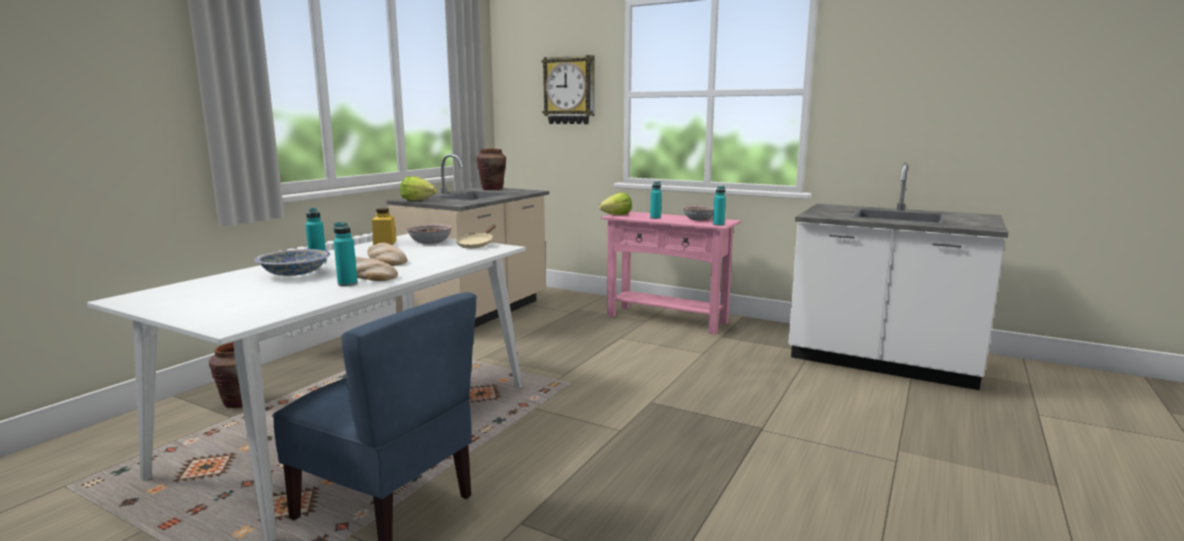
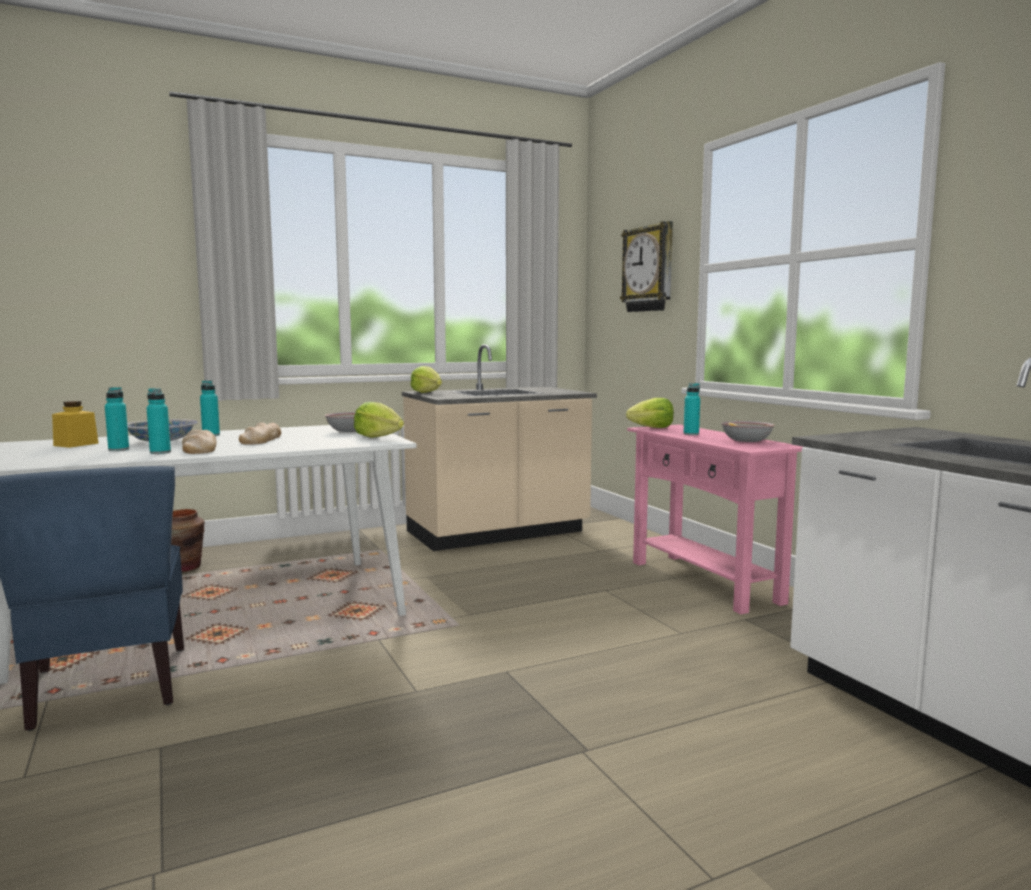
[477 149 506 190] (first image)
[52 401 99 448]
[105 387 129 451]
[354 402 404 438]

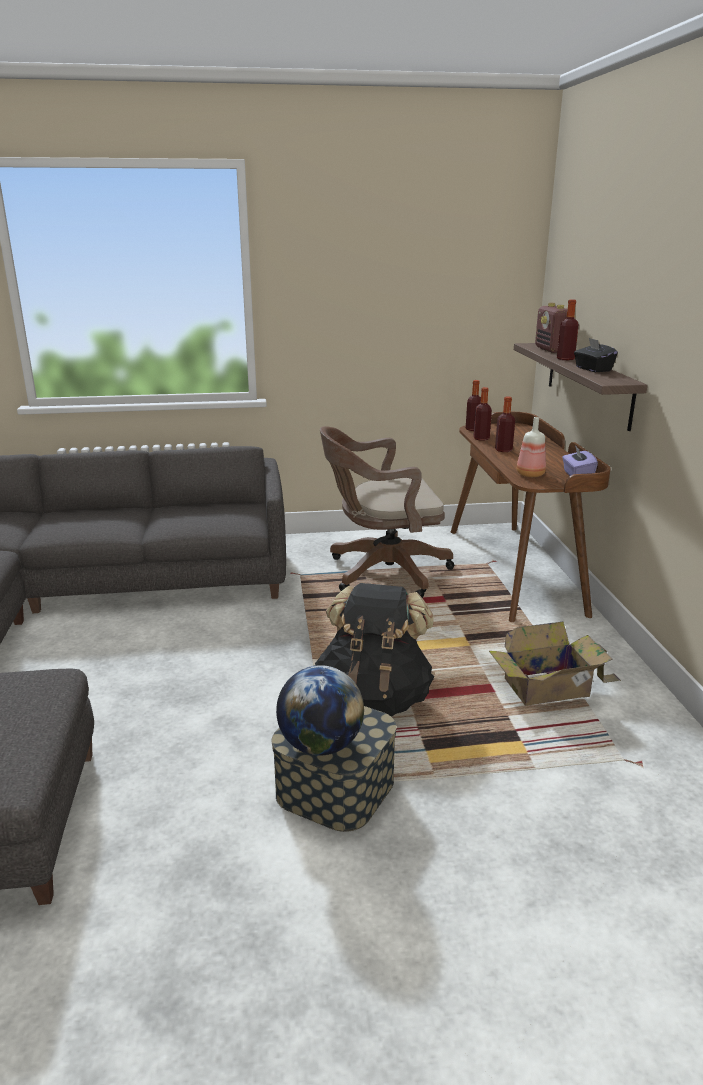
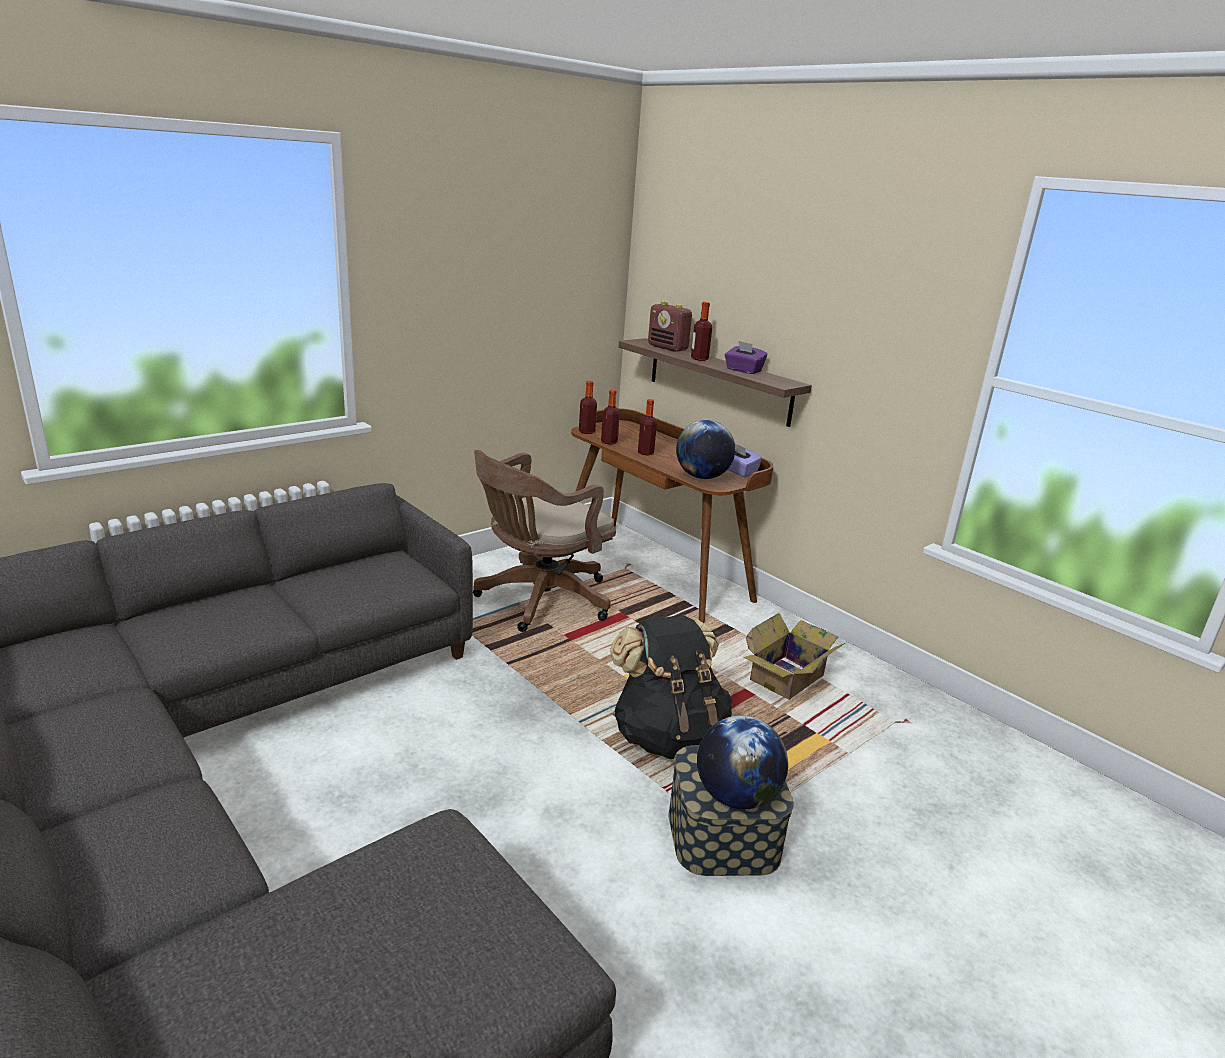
[676 420 735 479]
[725 341 767 374]

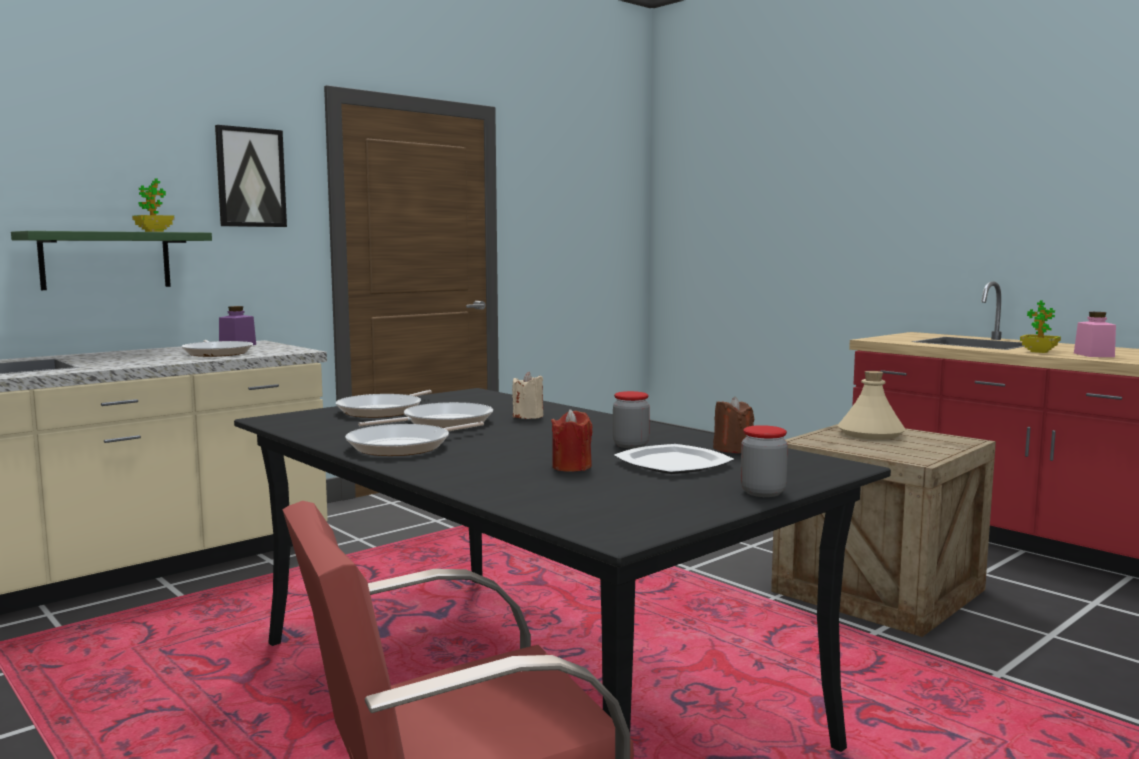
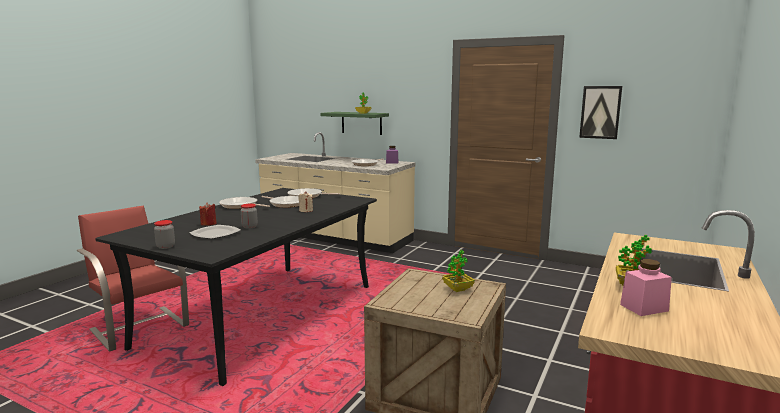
[713 397 754 453] (first image)
[579 86 622 139]
[442 250 475 292]

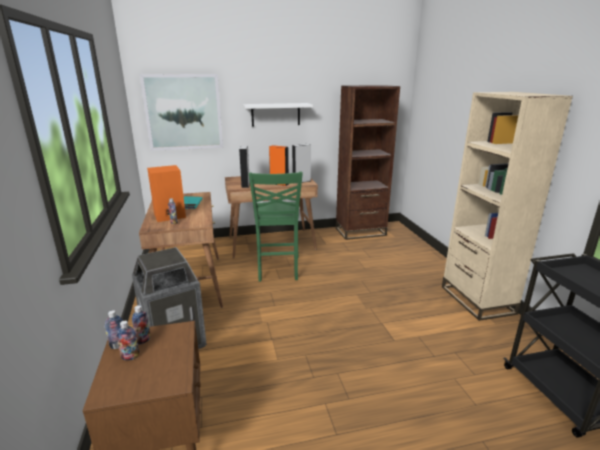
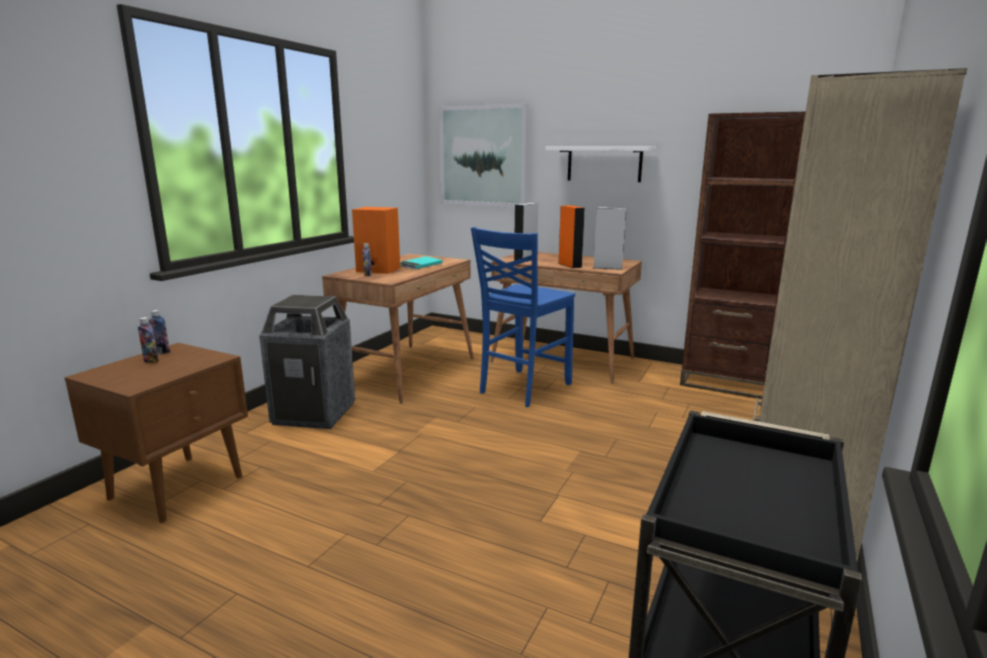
[132 305 151 345] (first image)
[471 227 575 407]

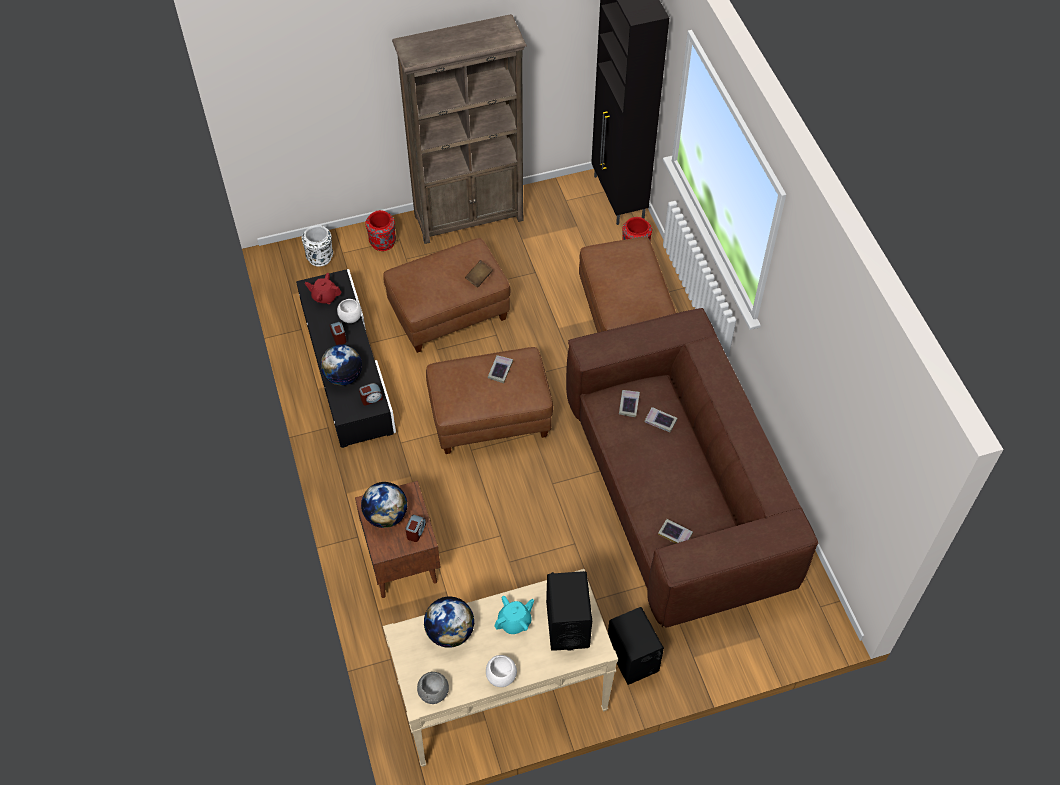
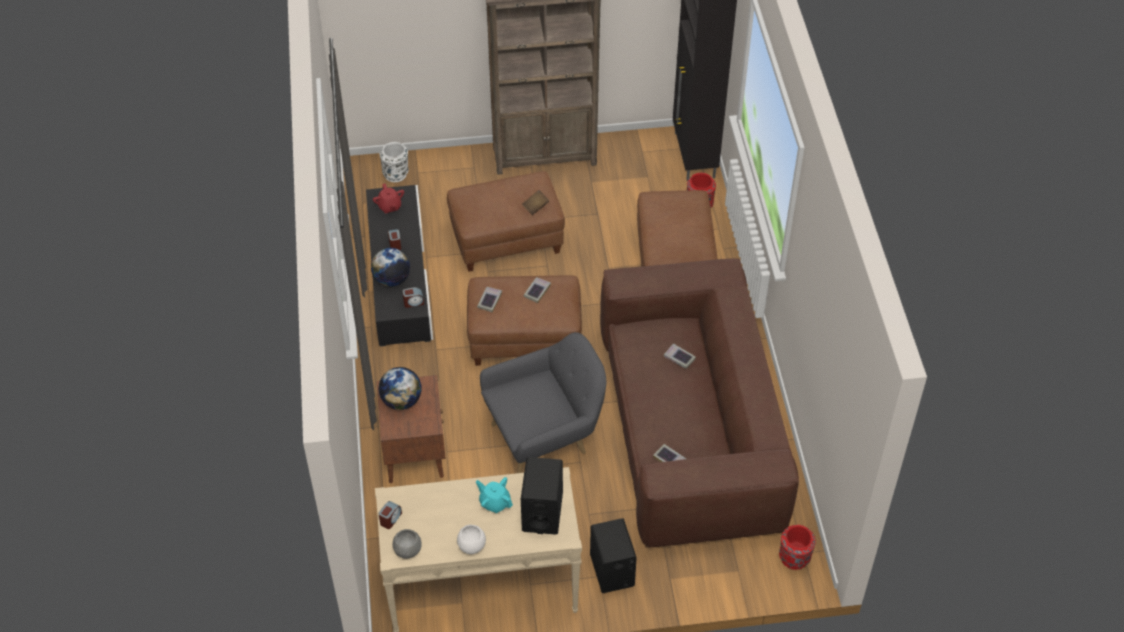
[337 299 362 323] (first image)
[424 597 474 648] (first image)
[480 332 606 473]
[779 525 816 570]
[379 501 402 529]
[477 287 502 313]
[373 183 404 213]
[476 477 513 513]

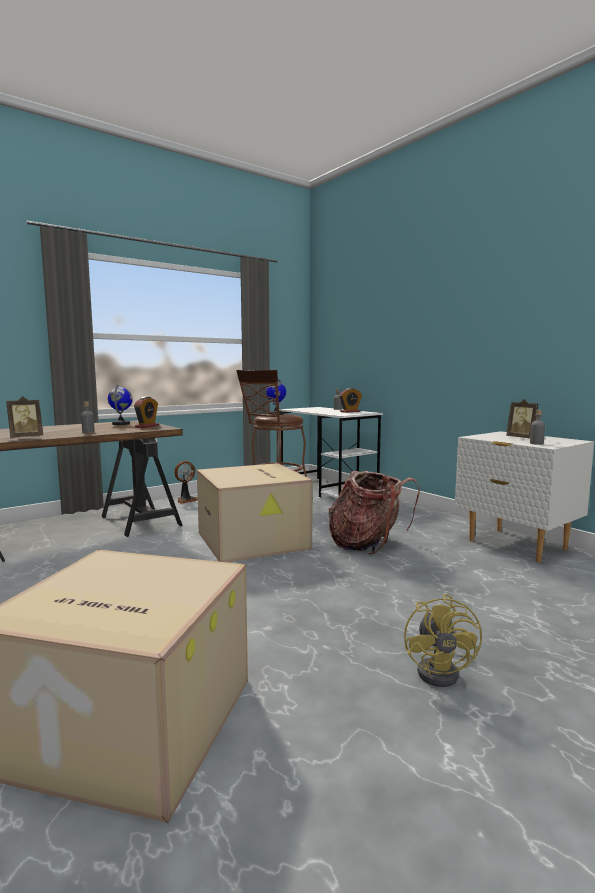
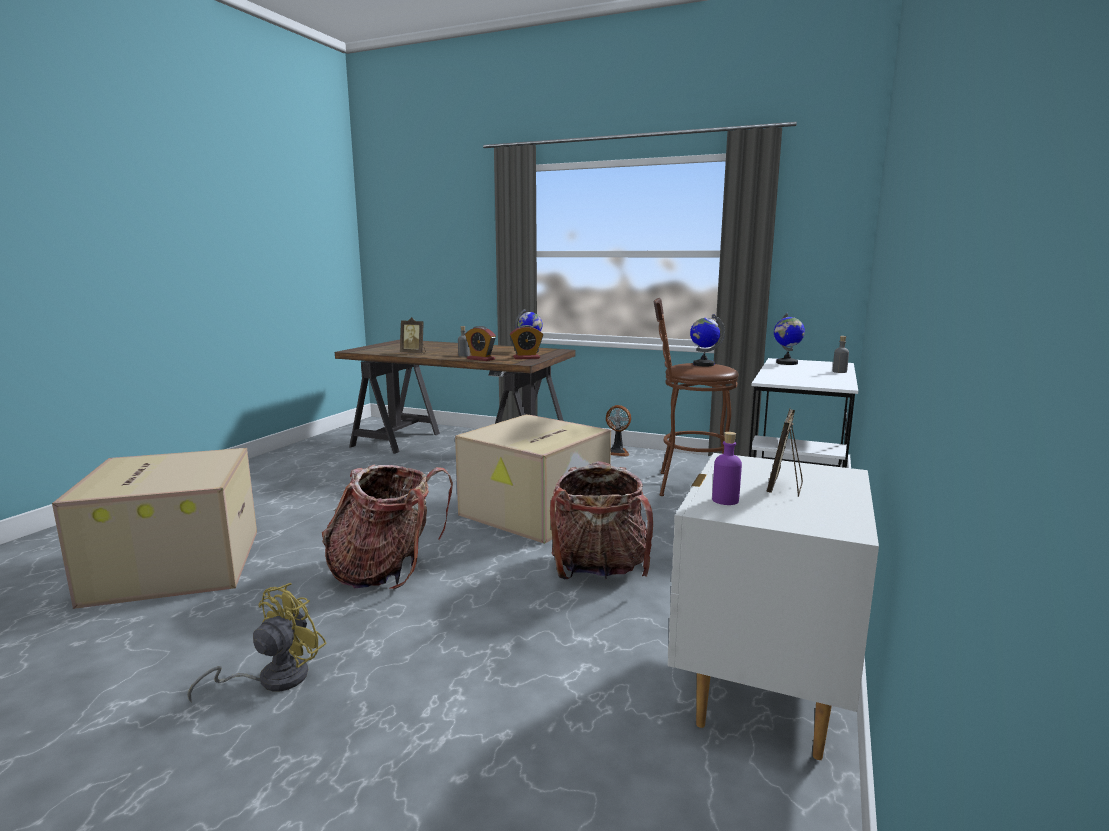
[322 464 453 590]
[774 313 805 365]
[465 326 496 361]
[712 432 742 505]
[187 583 327 703]

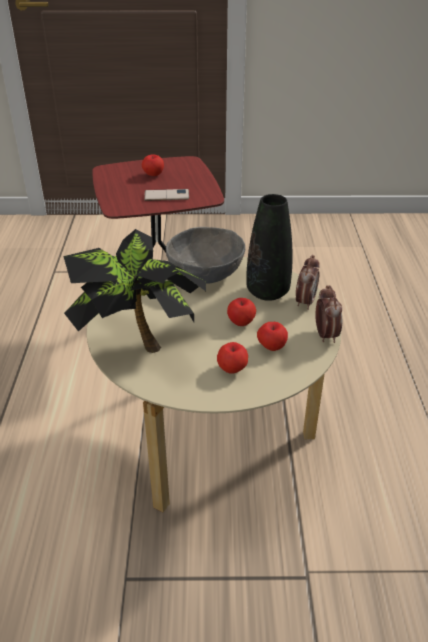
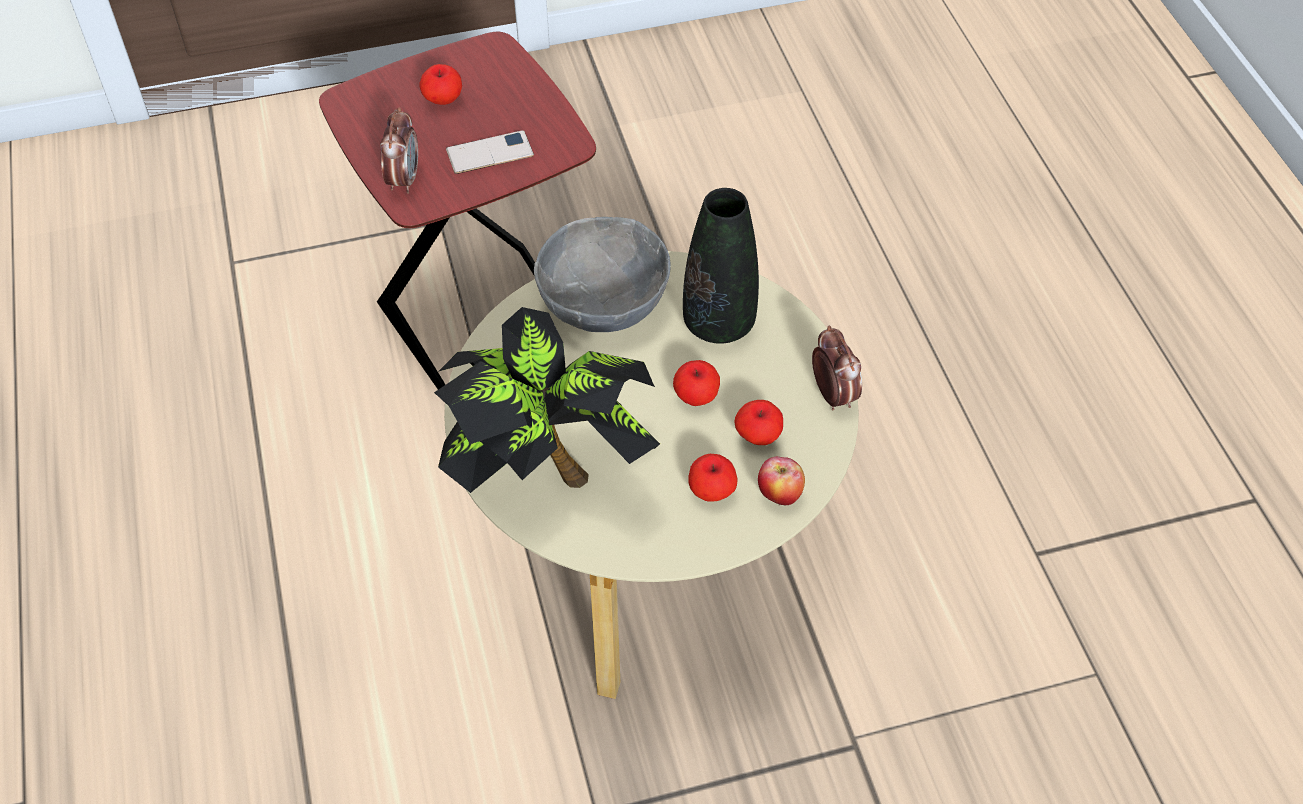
[758 457 805 505]
[380 107 418 194]

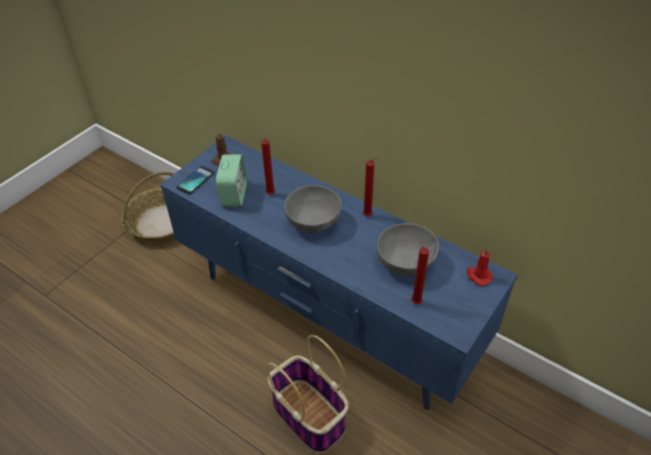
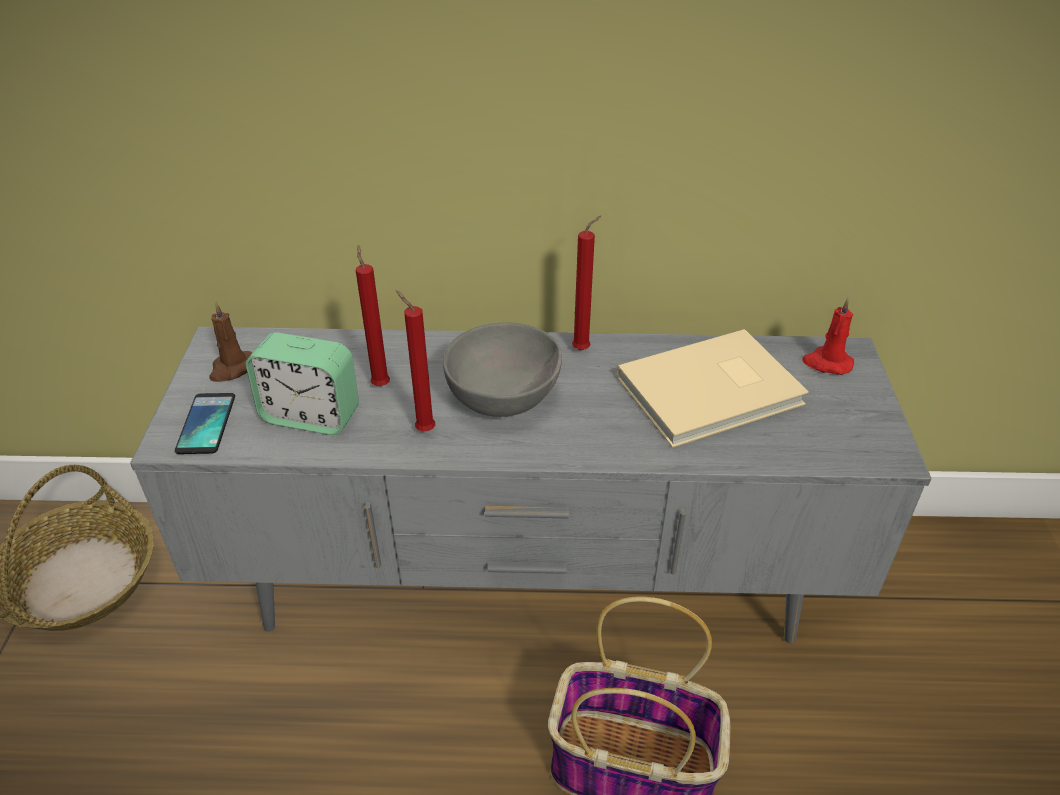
[396 290 435 432]
[617 329 809 448]
[130 327 932 643]
[246 332 359 435]

